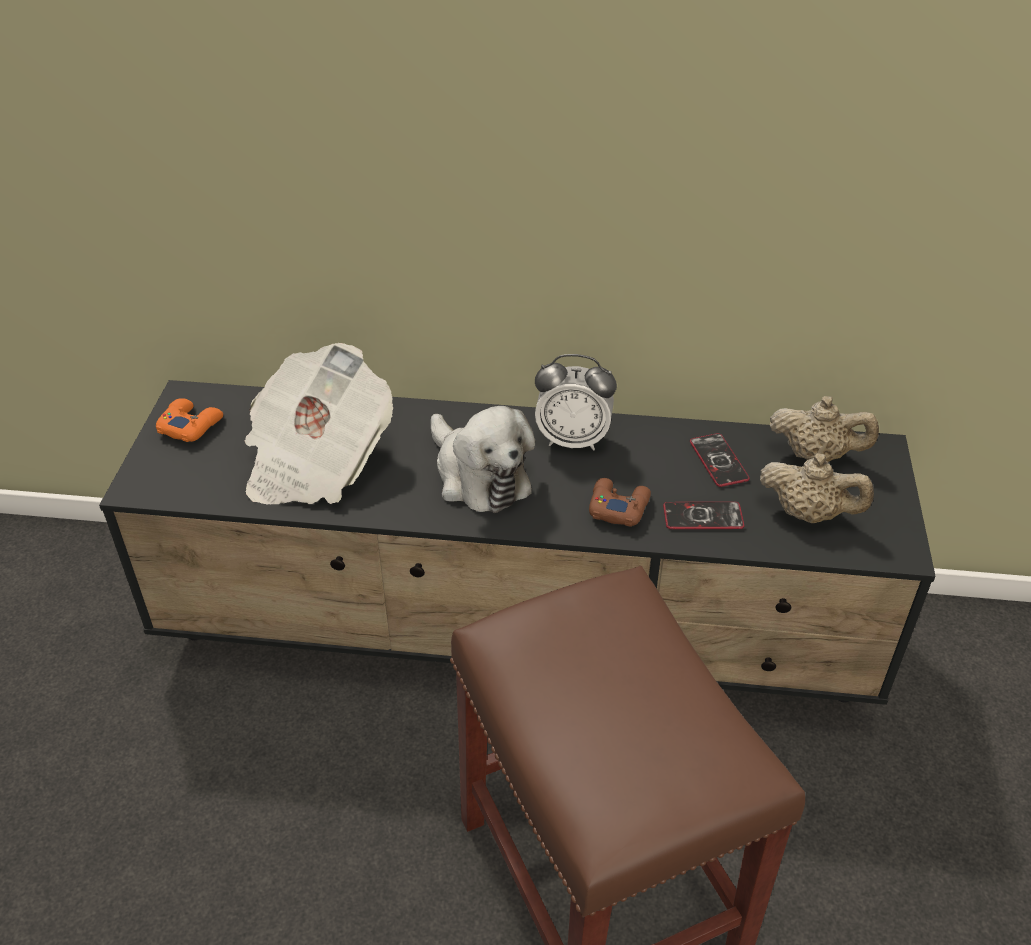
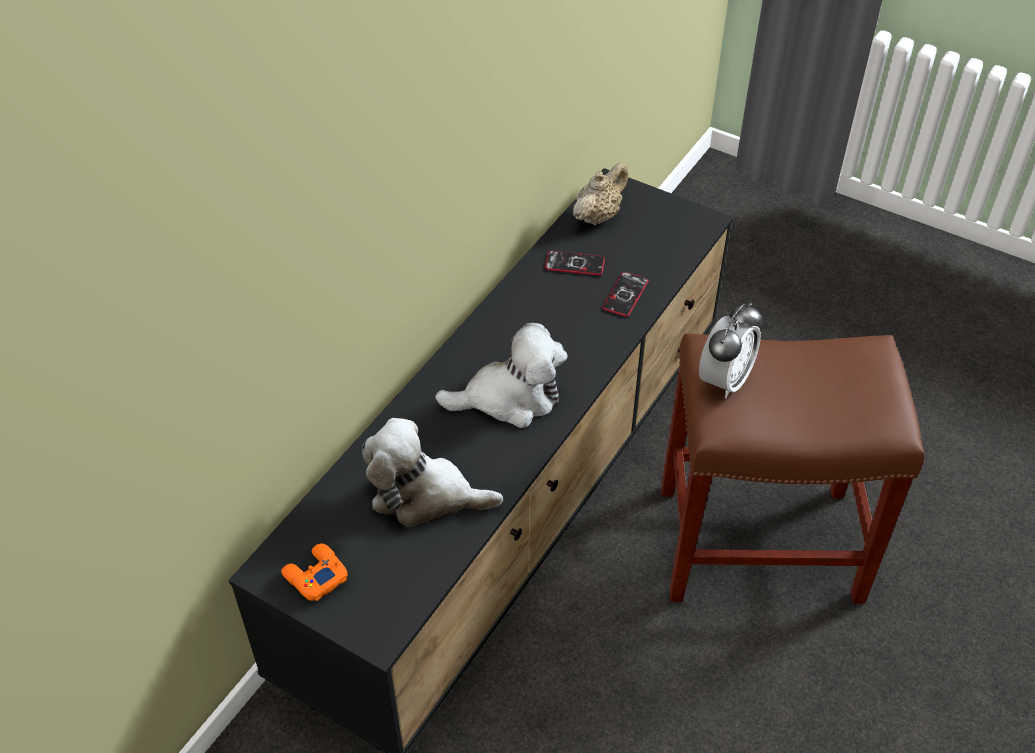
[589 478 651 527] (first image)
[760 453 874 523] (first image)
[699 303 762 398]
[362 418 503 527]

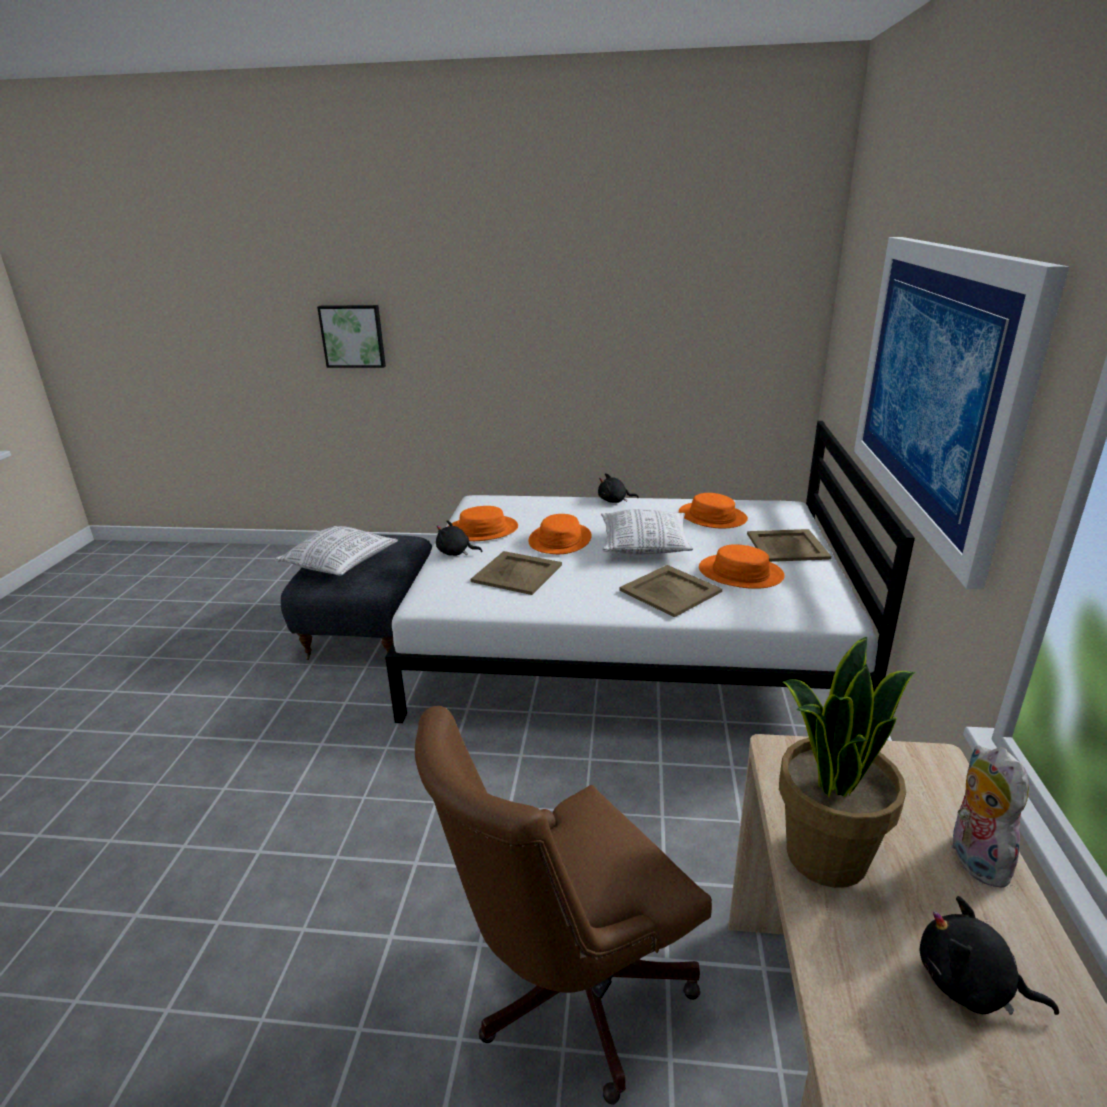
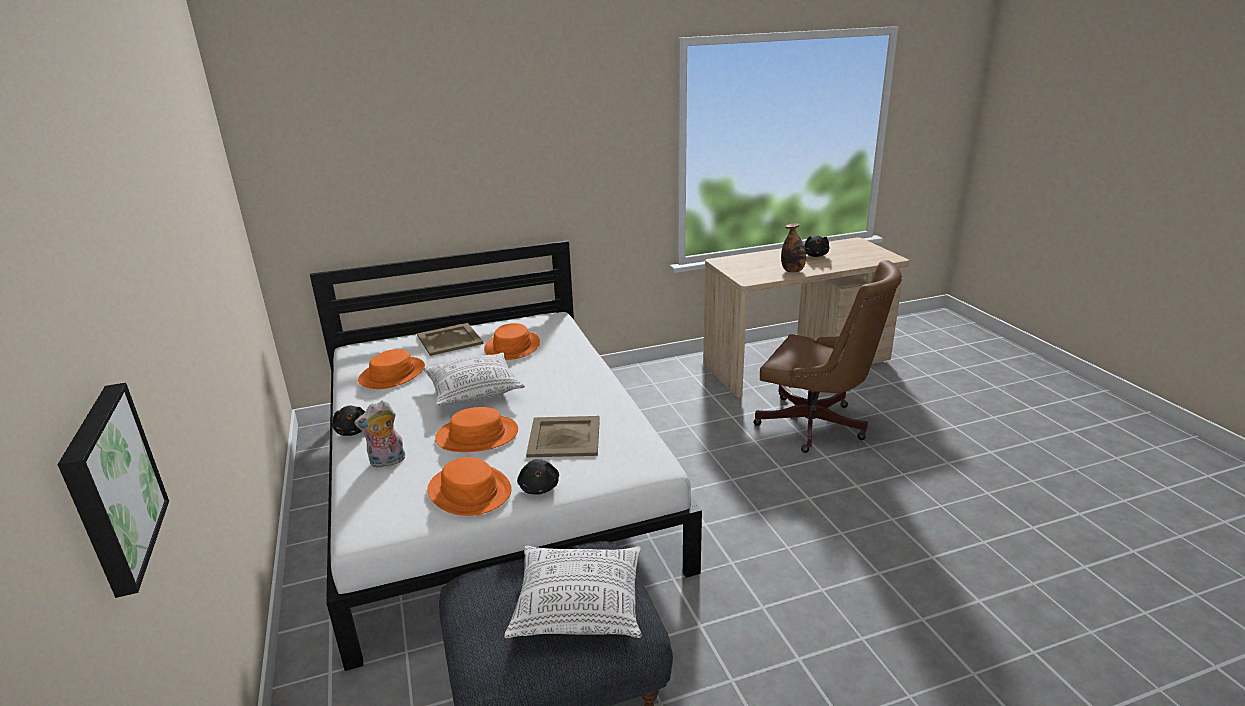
[620 565 722 617] (first image)
[854 237 1069 589] (first image)
[354 400 405 468]
[781 223 806 273]

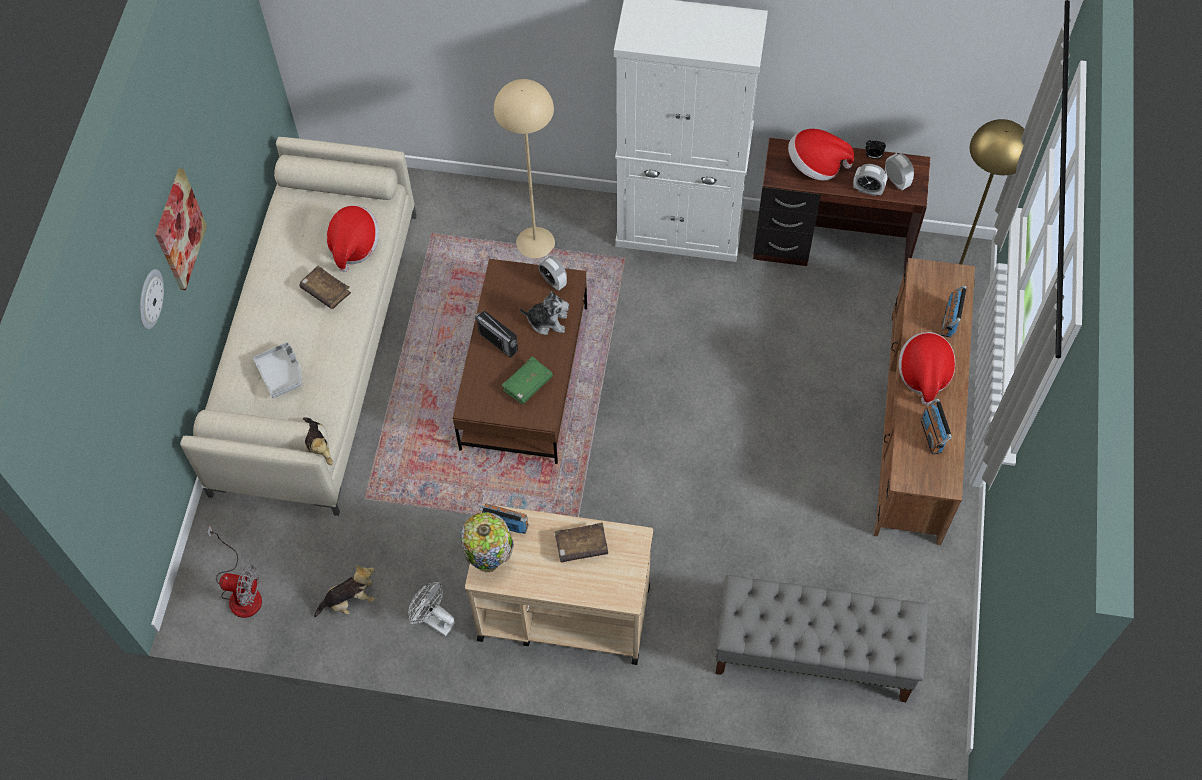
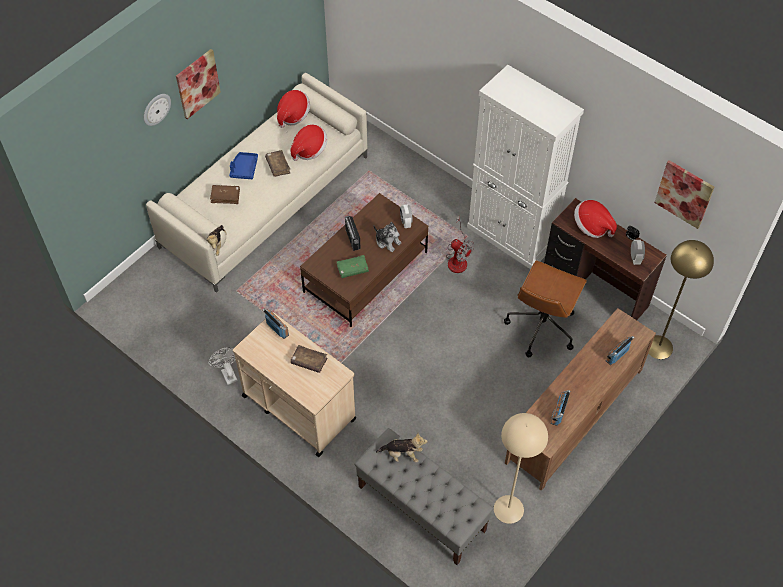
[460 512 514 572] (first image)
[853 164 888 196] (first image)
[229 152 258 179]
[504 260 587 357]
[654 160 714 229]
[446 215 474 273]
[376 433 428 463]
[494 413 548 524]
[277 90 310 128]
[210 185 240 204]

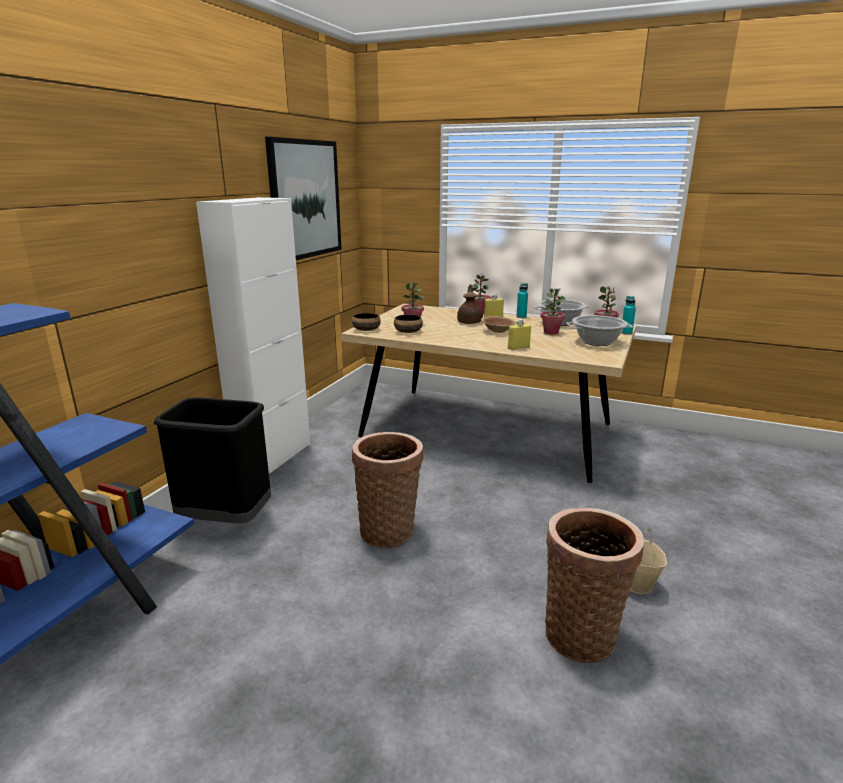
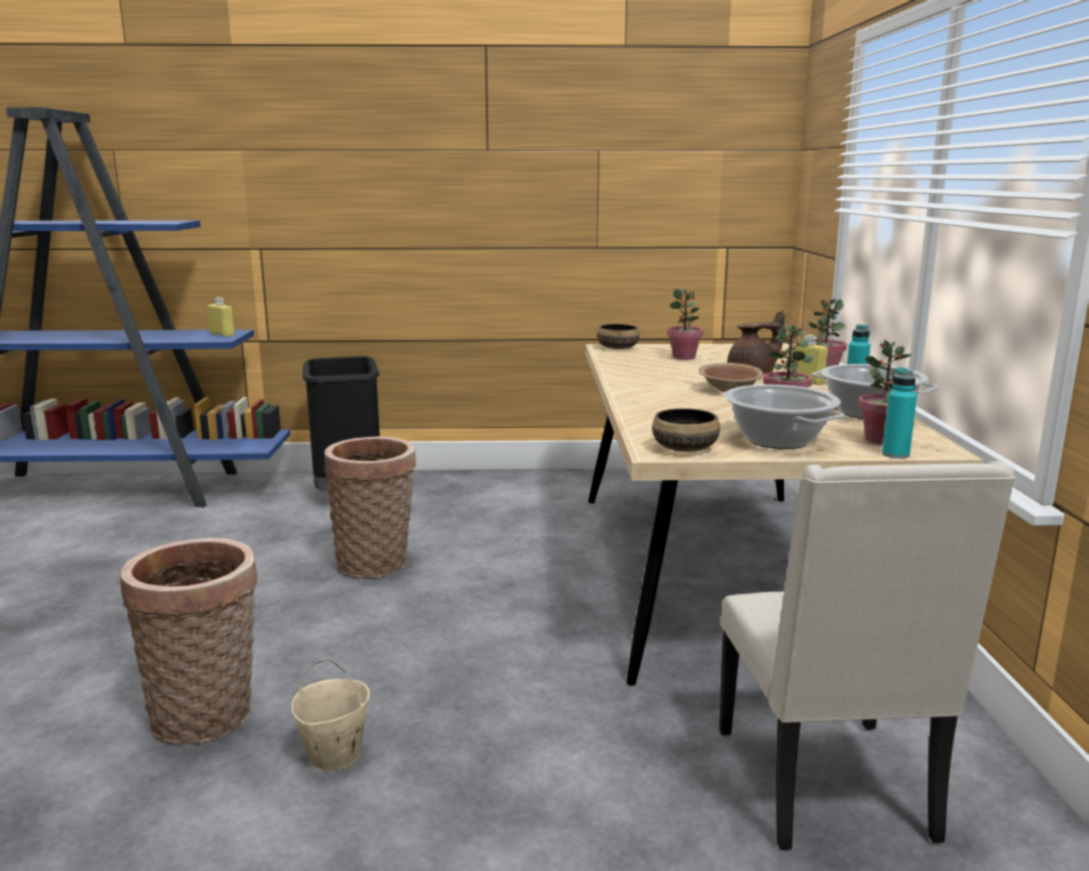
[196 197 310 474] (first image)
[265 137 342 260] (first image)
[719 461 1015 850]
[652 408 720 452]
[208 297 235 337]

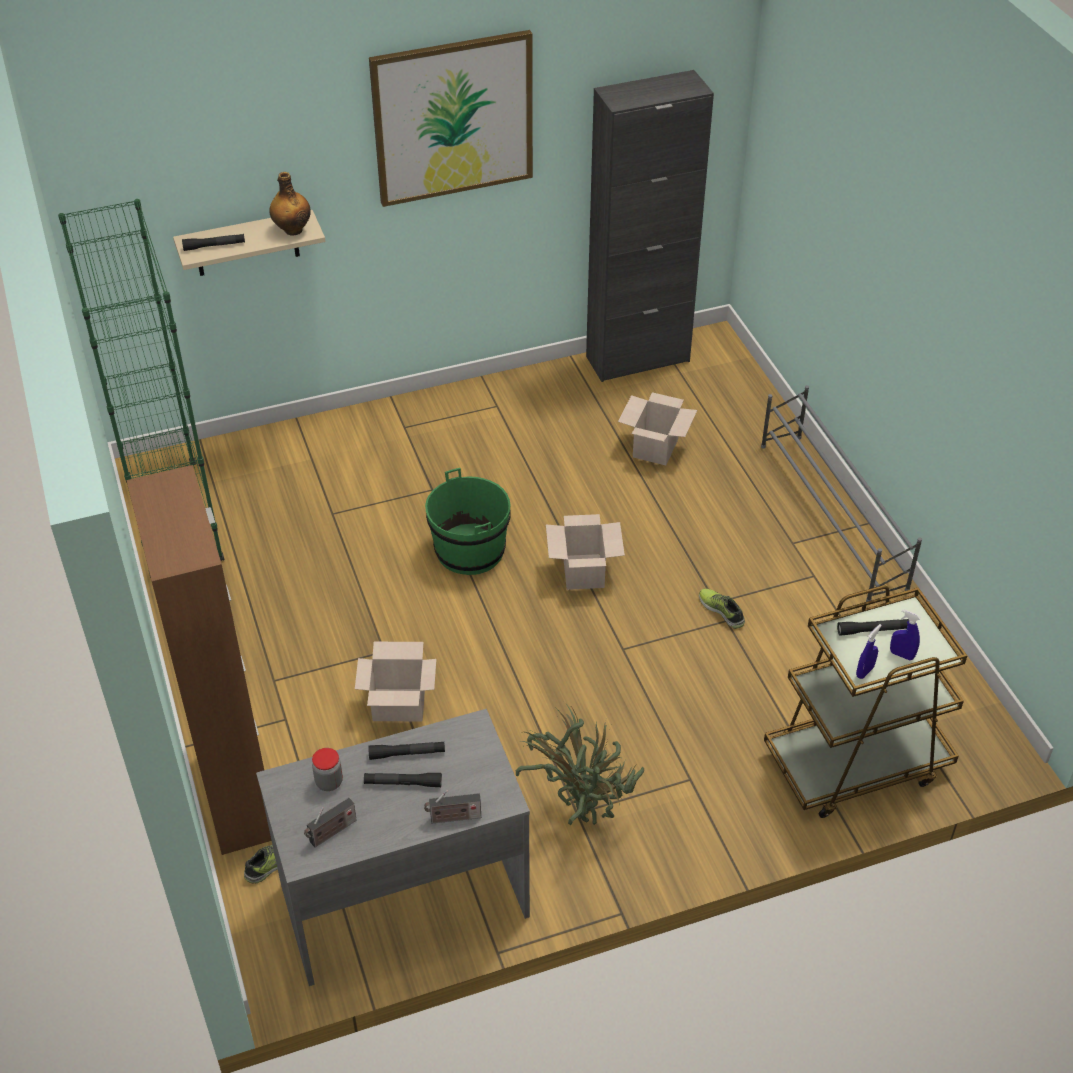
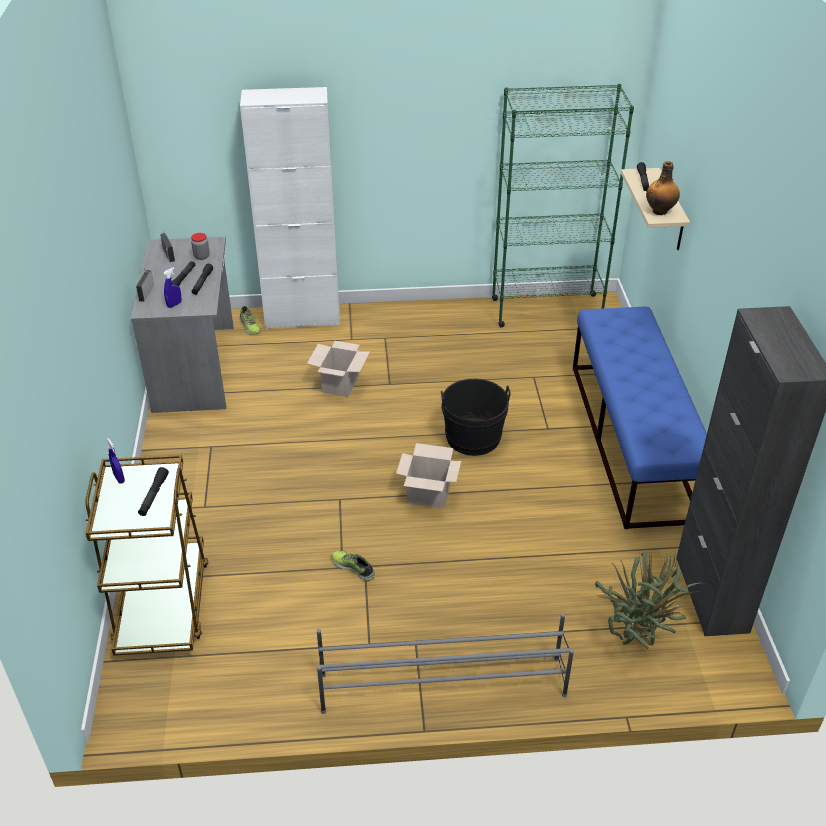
[369 30 533 207] (first image)
[618 392 697 465] (first image)
[573 307 707 529]
[595 551 702 649]
[163 267 182 308]
[240 87 340 329]
[441 379 511 456]
[331 551 375 581]

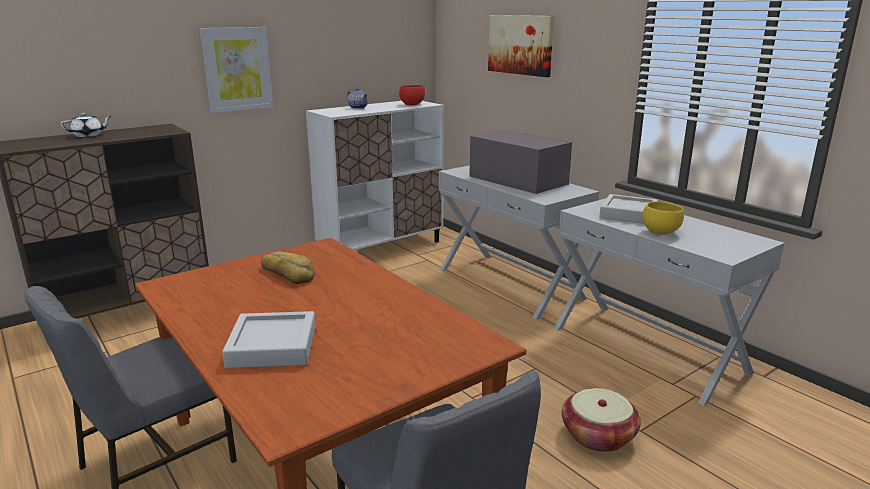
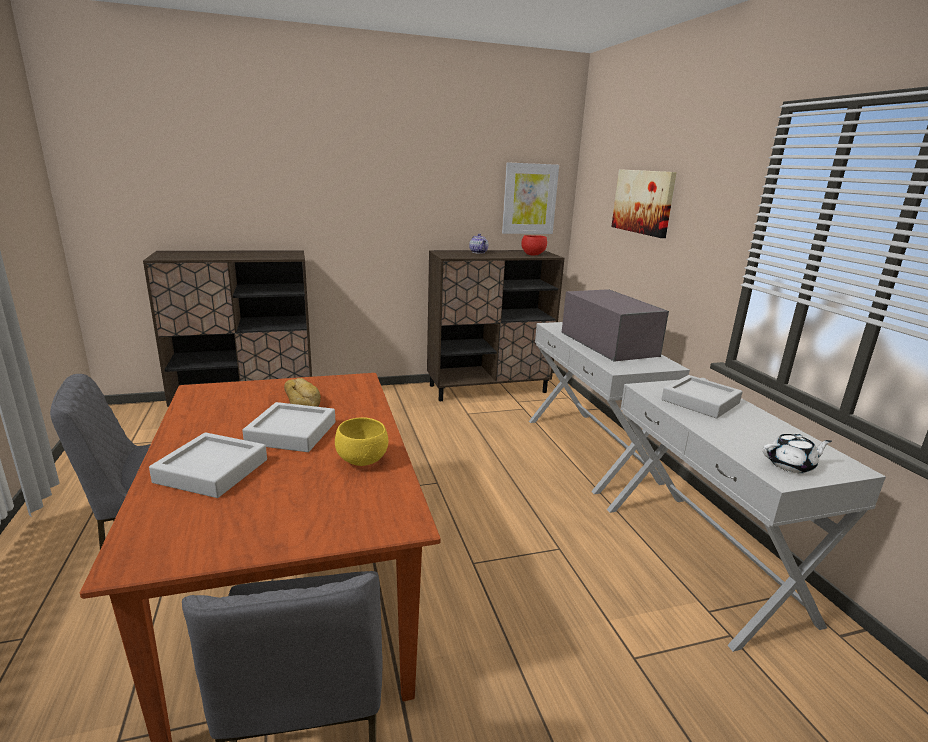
[562 388 641 452] (first image)
[242 402 335 452]
[763 433 832 473]
[502 162 559 234]
[335 417 388 466]
[427 250 565 401]

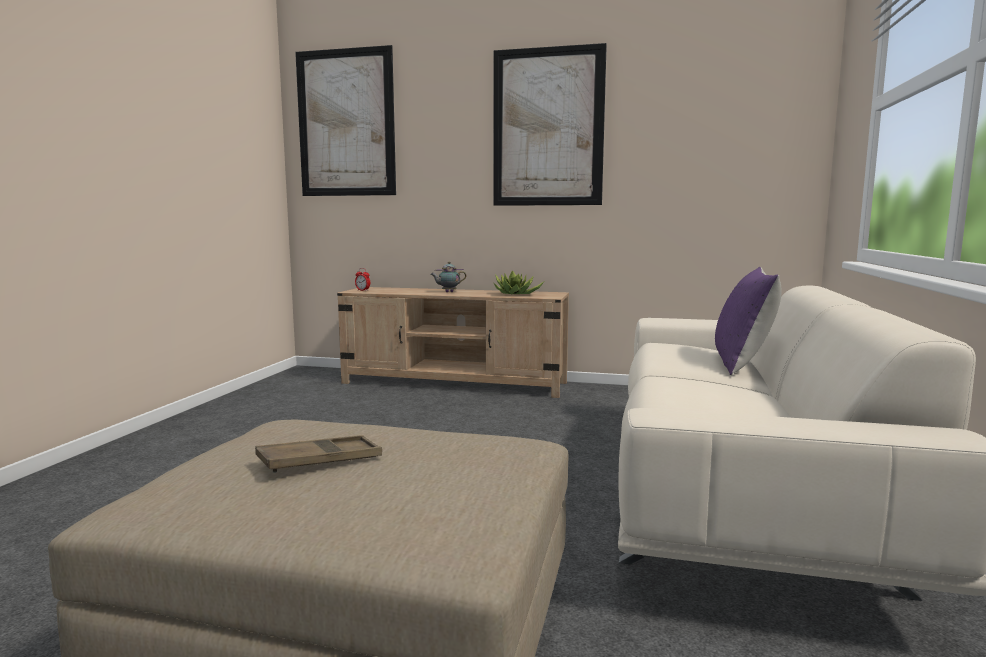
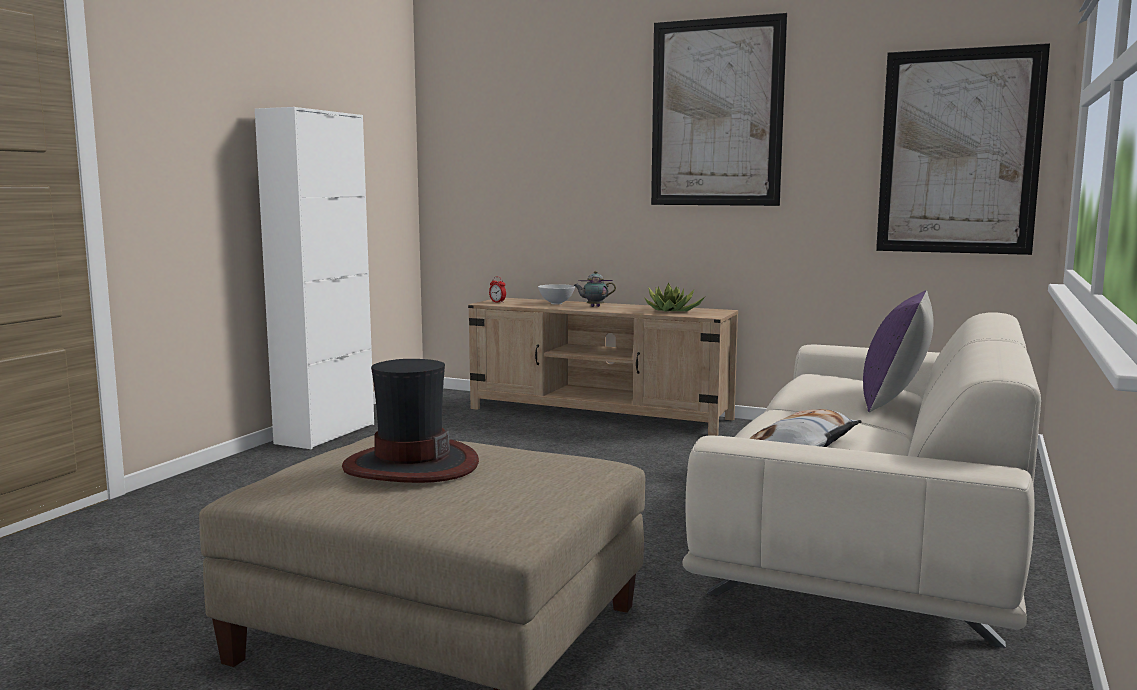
[255 107 374 449]
[538 284 575 304]
[750 409 862 447]
[876 43 1050 255]
[342 359 479 483]

